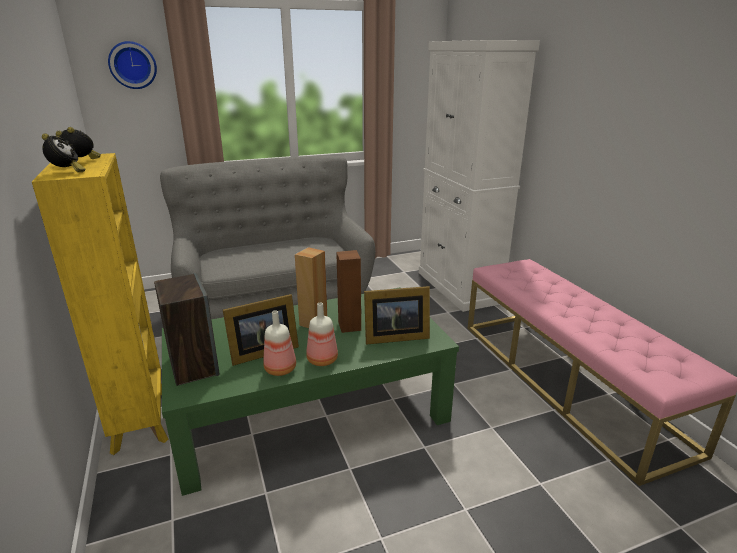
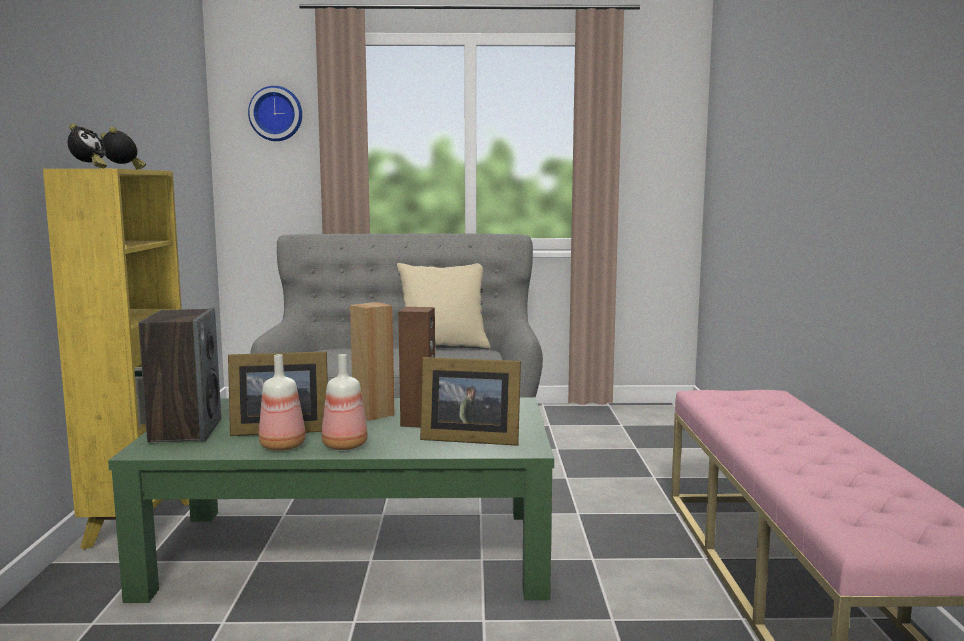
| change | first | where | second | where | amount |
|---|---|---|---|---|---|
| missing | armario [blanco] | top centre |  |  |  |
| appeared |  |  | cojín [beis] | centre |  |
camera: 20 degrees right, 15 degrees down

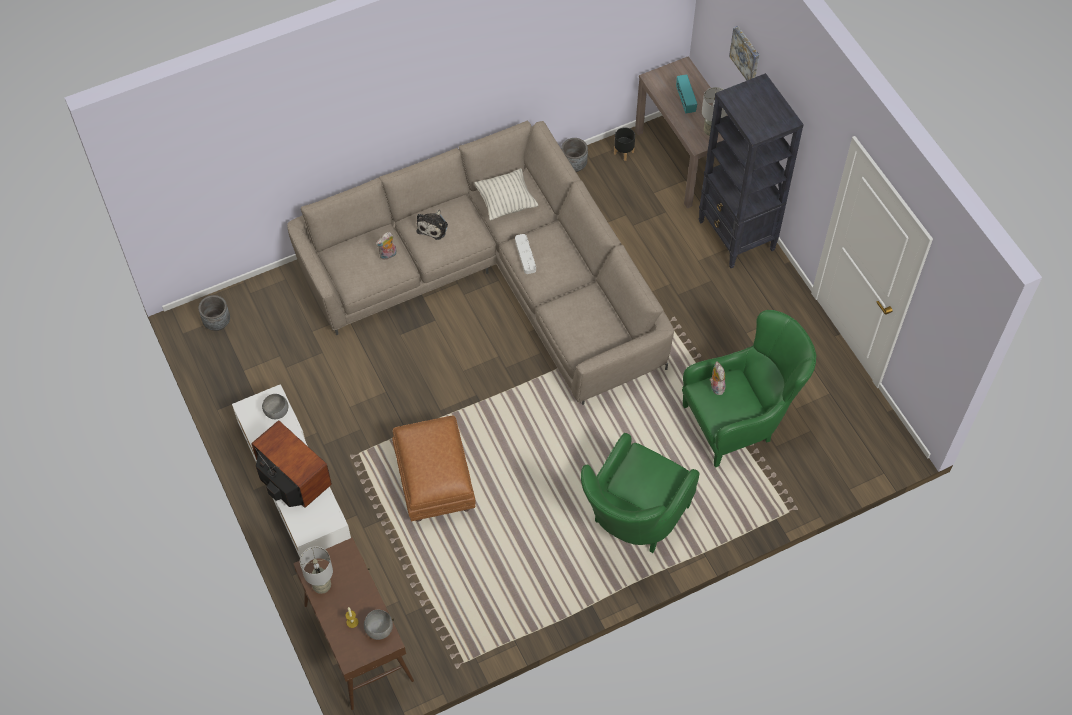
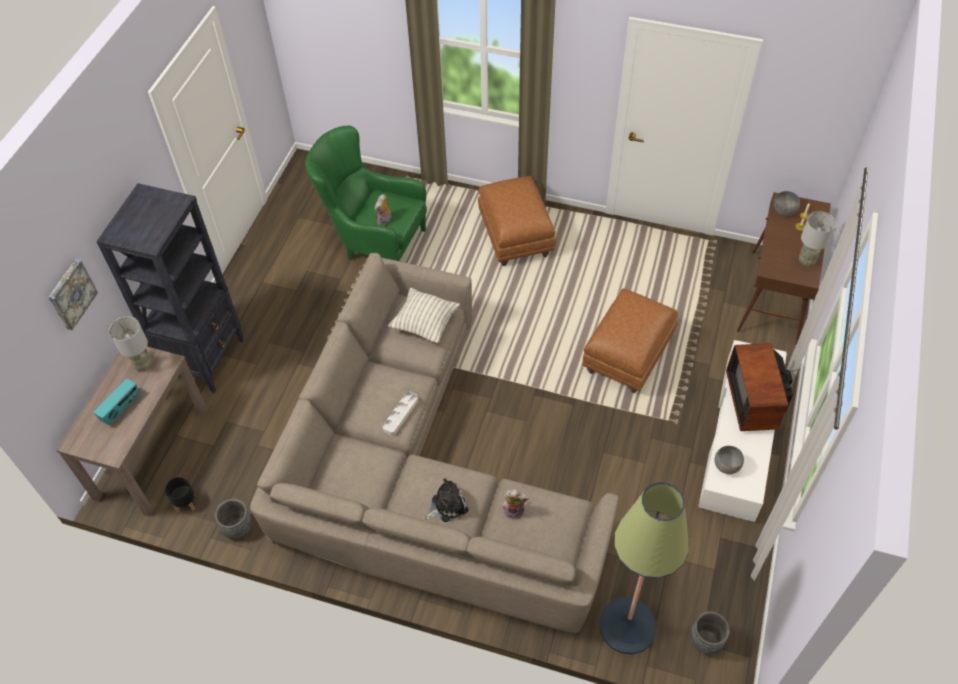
| change | first | where | second | where | amount |
|---|---|---|---|---|---|
| relocated | cojín | top centre |  | centre |  |
| exchanged | sillón [verde] (no. 1 from left) | bottom centre | puf [marrón] (no. 1 from left) | top centre |  |
| appeared |  |  | lámpara de pie | bottom right |  |
camera: 135 degrees left, 5 degrees down

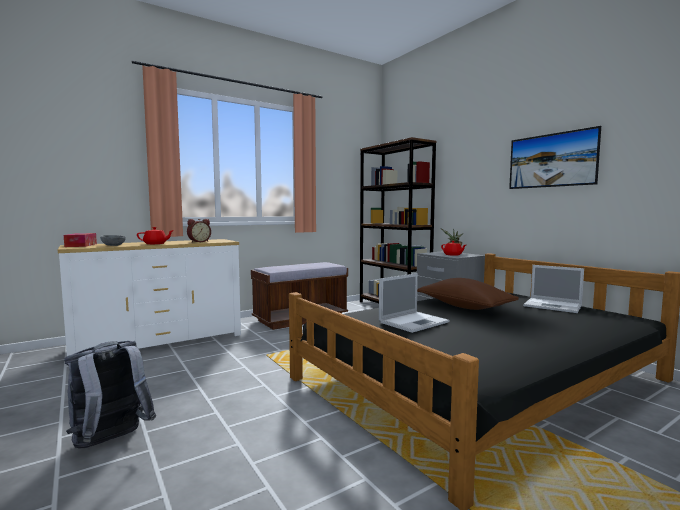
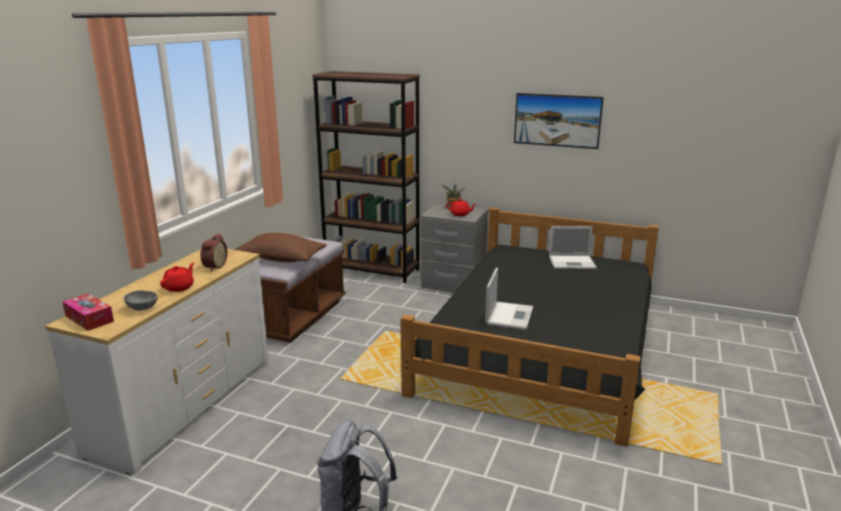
| change | first | where | second | where | amount |
|---|---|---|---|---|---|
| relocated | cojín [marrón] | middle right |  | middle left |  |
camera: 35 degrees left, 15 degrees up

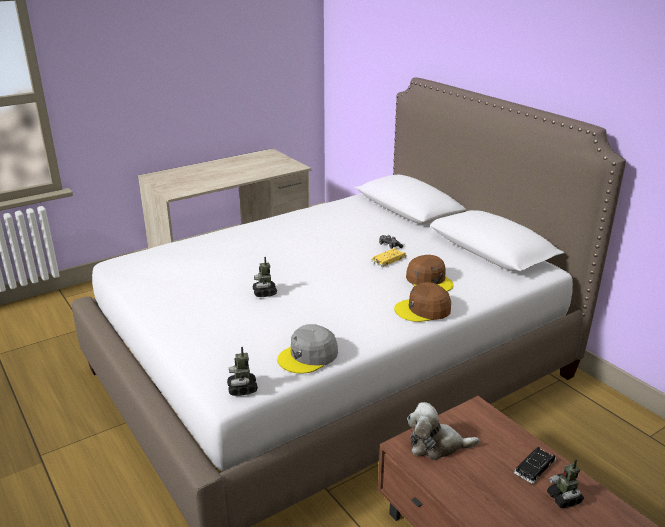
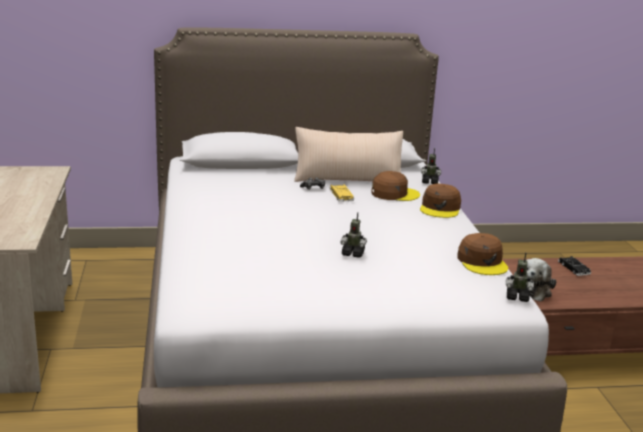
| change | first | where | second | where | amount |
|---|---|---|---|---|---|
| colour | gorra [gris] | centre | gorra [marrón] (no. 3 from left) | middle right |  |
| relocated | robot de juguete (no. 3 from left in the first image) | bottom right | robot de juguete (no. 2 from left) | middle right |  |
| appeared |  |  | cojín [beis] | centre |  |
camera: 65 degrees left, 5 degrees down

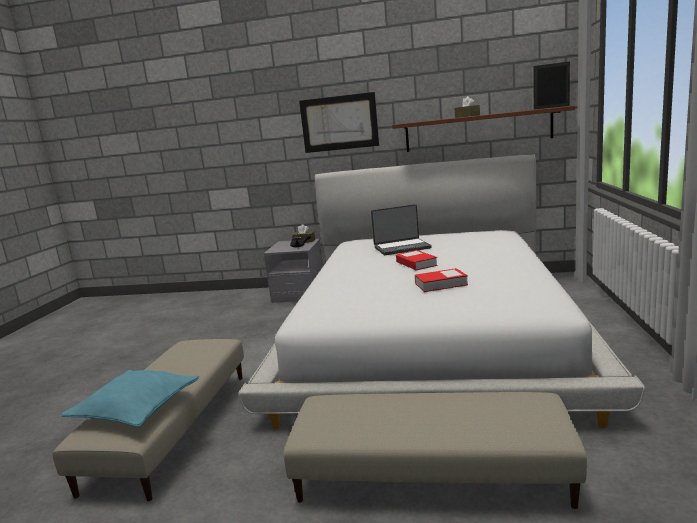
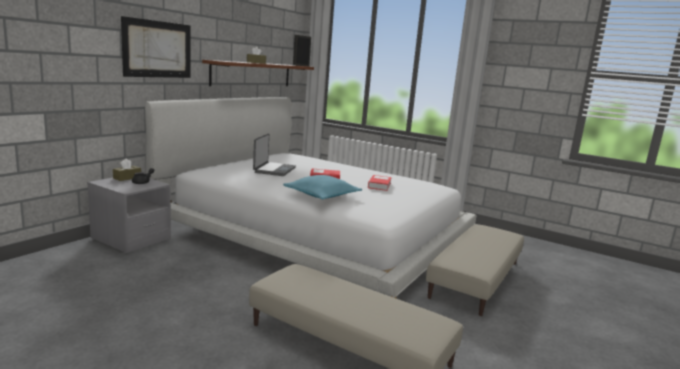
| change | first | where | second | where | amount |
|---|---|---|---|---|---|
| relocated | cojín [turquesa] | bottom left |  | centre |  |
camera: 70 degrees left, 0 degrees up

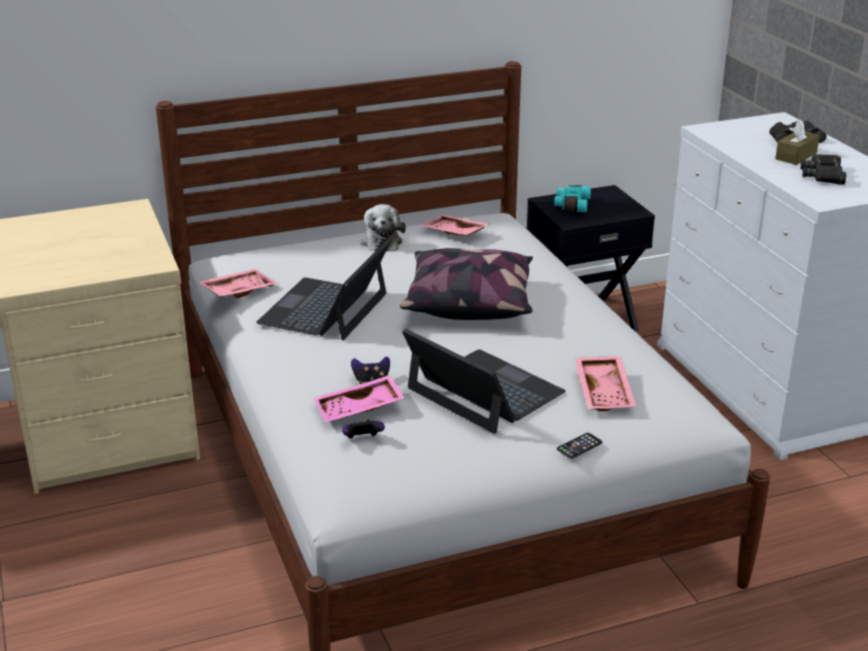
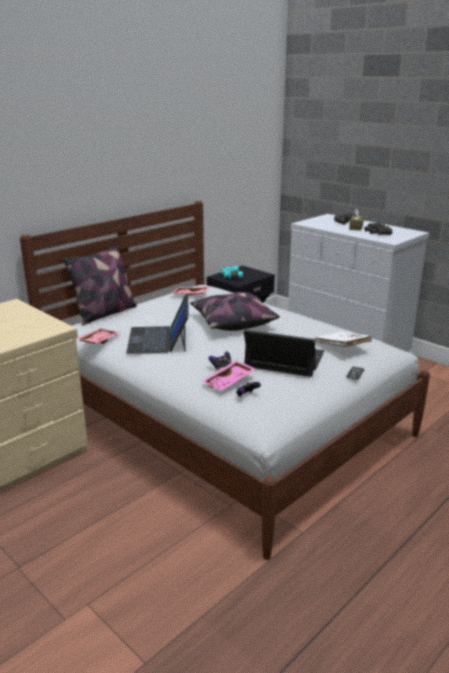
| change | first | where | second | where | amount |
|---|---|---|---|---|---|
| missing | peluche | centre |  |  |  |
| exchanged | bandeja [rosa] (no. 4 from left) | middle right | libro [blanco] | middle right |  |
| appeared |  |  | cojín (no. 1 from left) | middle left |  |
camera: 25 degrees left, 5 degrees down

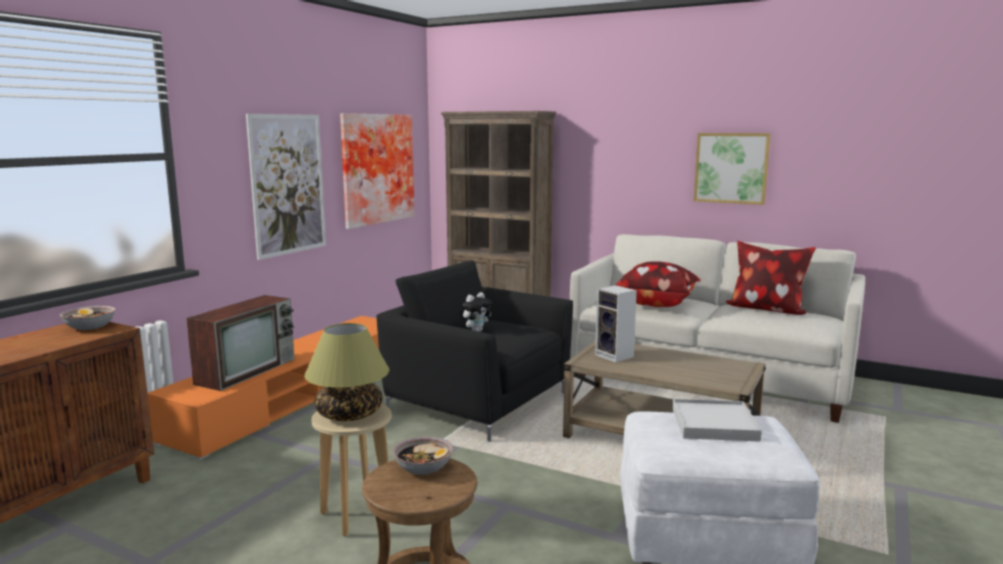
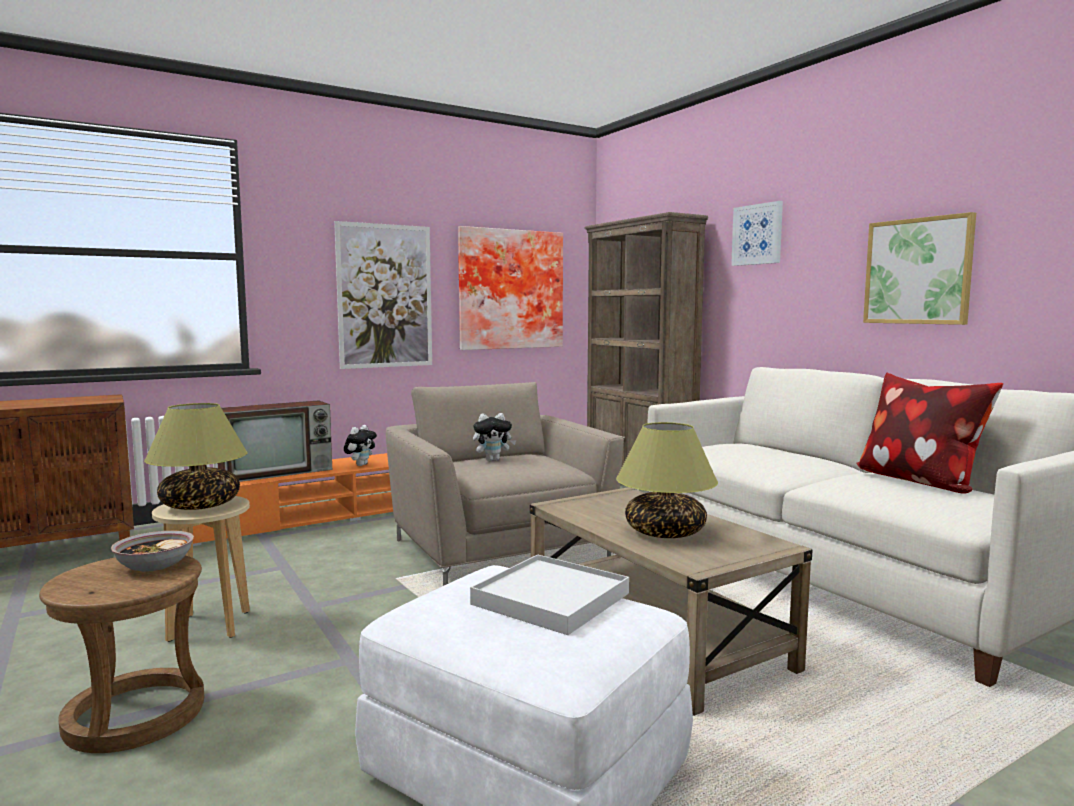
| change | first | where | second | where | amount |
|---|---|---|---|---|---|
| missing | cuenco (no. 1 from left) | middle left |  |  |  |
| colour | sillón [negro] | centre | sillón [beis] | centre |  |
| missing | altavoz | centre |  |  |  |
| missing | cojín (no. 1 from left) | centre |  |  |  |
| appeared |  |  | peluche (no. 1 from left) | centre |  |
| appeared |  |  | lámpara de mesa (no. 2 from left) | centre |  |
| appeared |  |  | cuadro (no. 3 from left) | top right |  |
camera: 30 degrees right, 5 degrees down

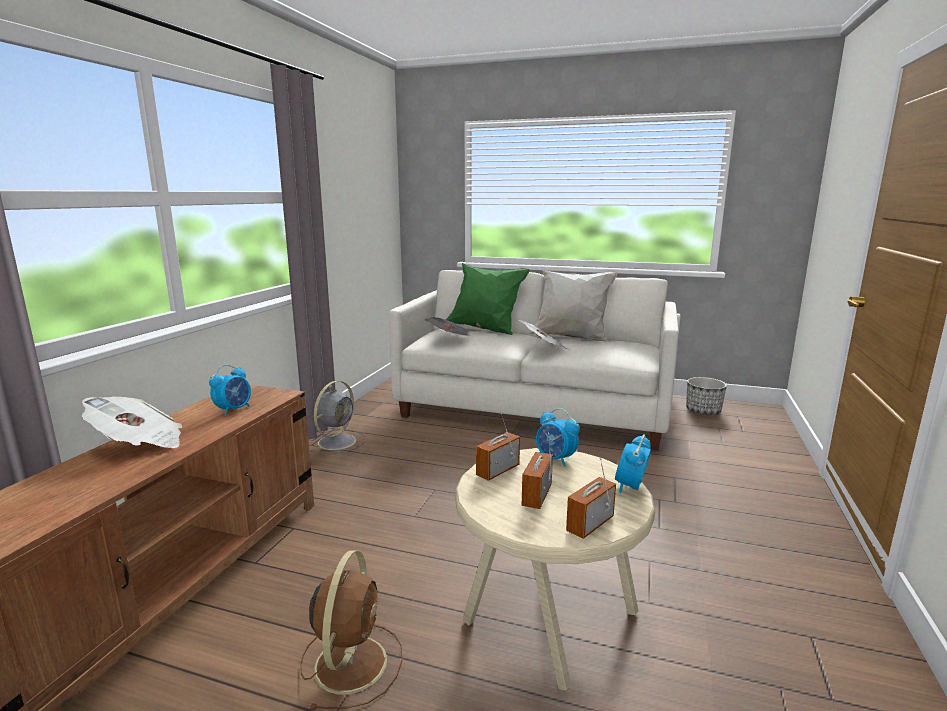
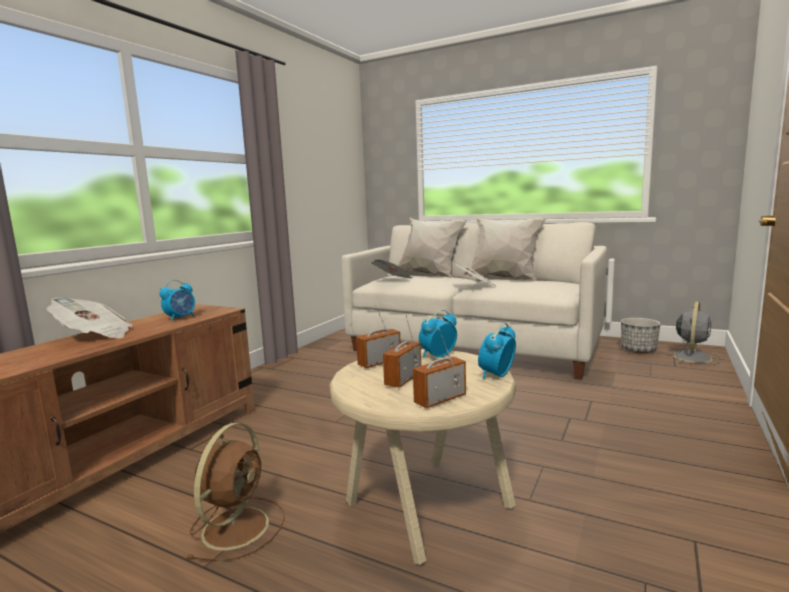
| change | first | where | second | where | amount |
|---|---|---|---|---|---|
| relocated | ventilador [gris] | centre |  | middle right |  |
| colour | cojín [verde] | centre | cojín [blanco] (no. 1 from left) | centre |  |
| spun | despertador (no. 2 from left) | centre |  | centre | 90 degrees clockwise |
camera: 10 degrees right, 5 degrees down

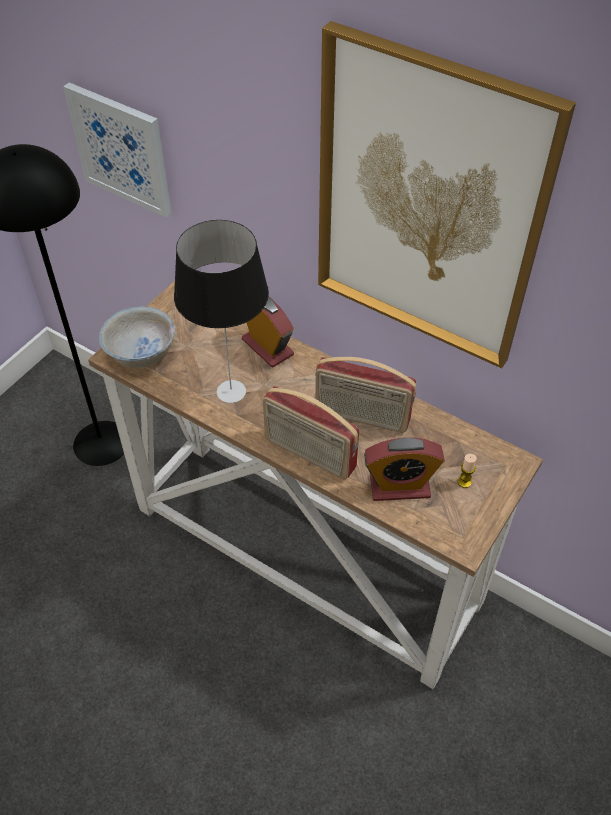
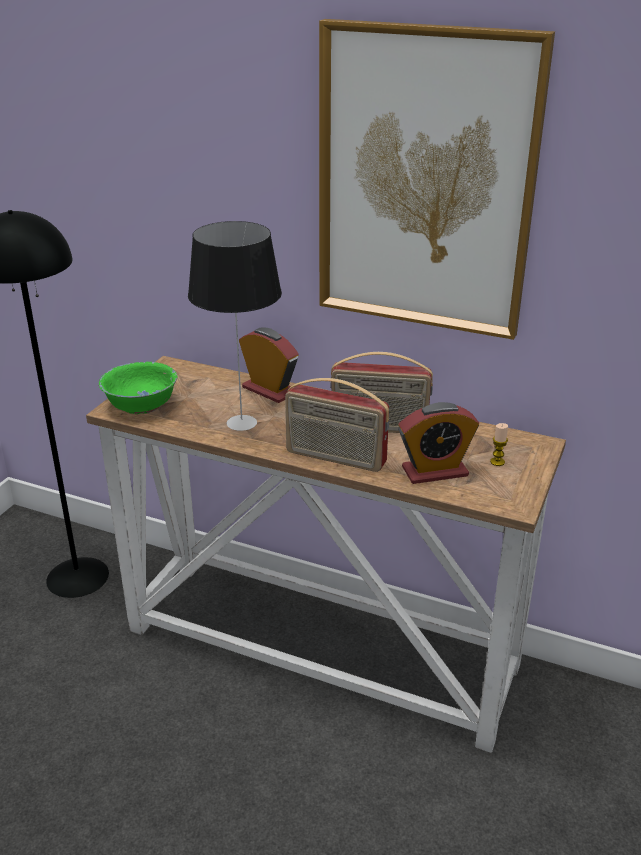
| change | first | where | second | where | amount |
|---|---|---|---|---|---|
| missing | cuadro (no. 1 from left) | top left |  |  |  |
| colour | cuenco [blanco] | middle left | cuenco [verde] | middle left |  |
camera: 10 degrees left, 20 degrees down

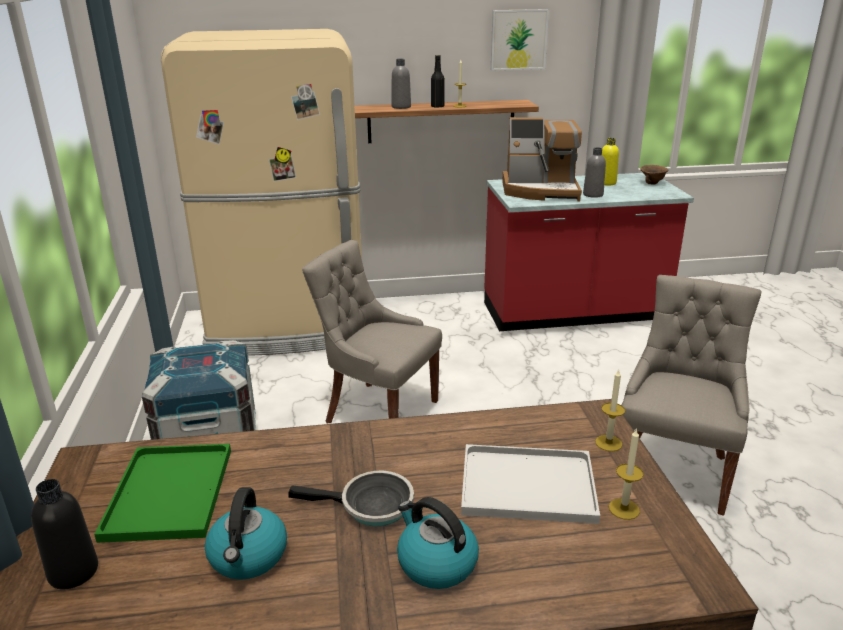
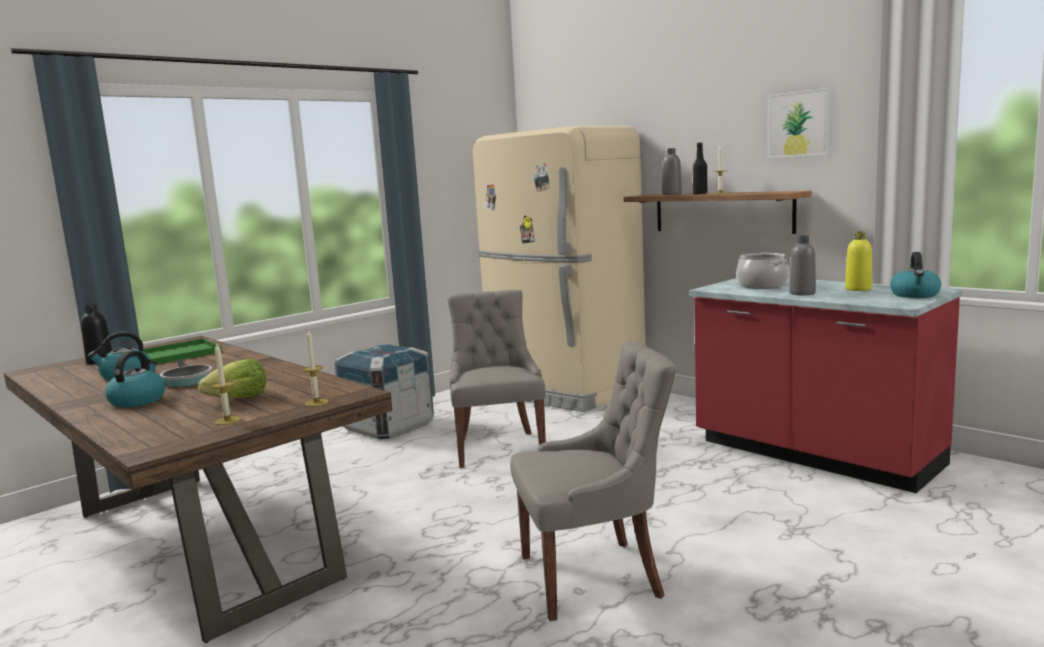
| change | first | where | second | where | amount |
|---|---|---|---|---|---|
| exchanged | bandeja [blanco] | bottom centre | lechuga | middle left |  |
| exchanged | cafetera | top centre | olla | middle right |  |
| exchanged | cuenco [marrón] | top right | hervidor (no. 3 from left) | middle right |  |
camera: 55 degrees right, 15 degrees down

